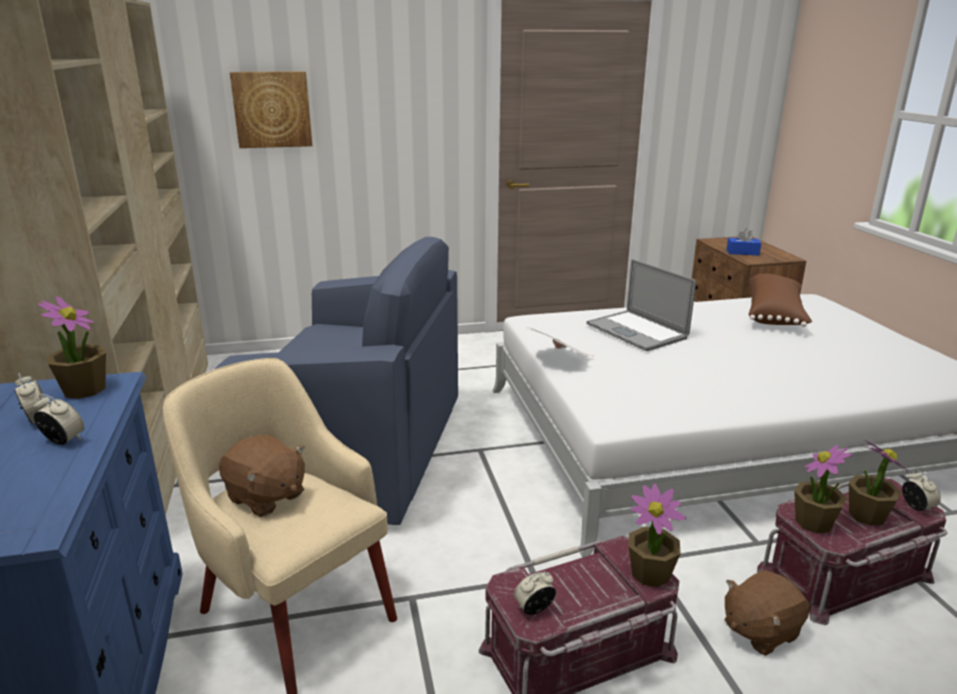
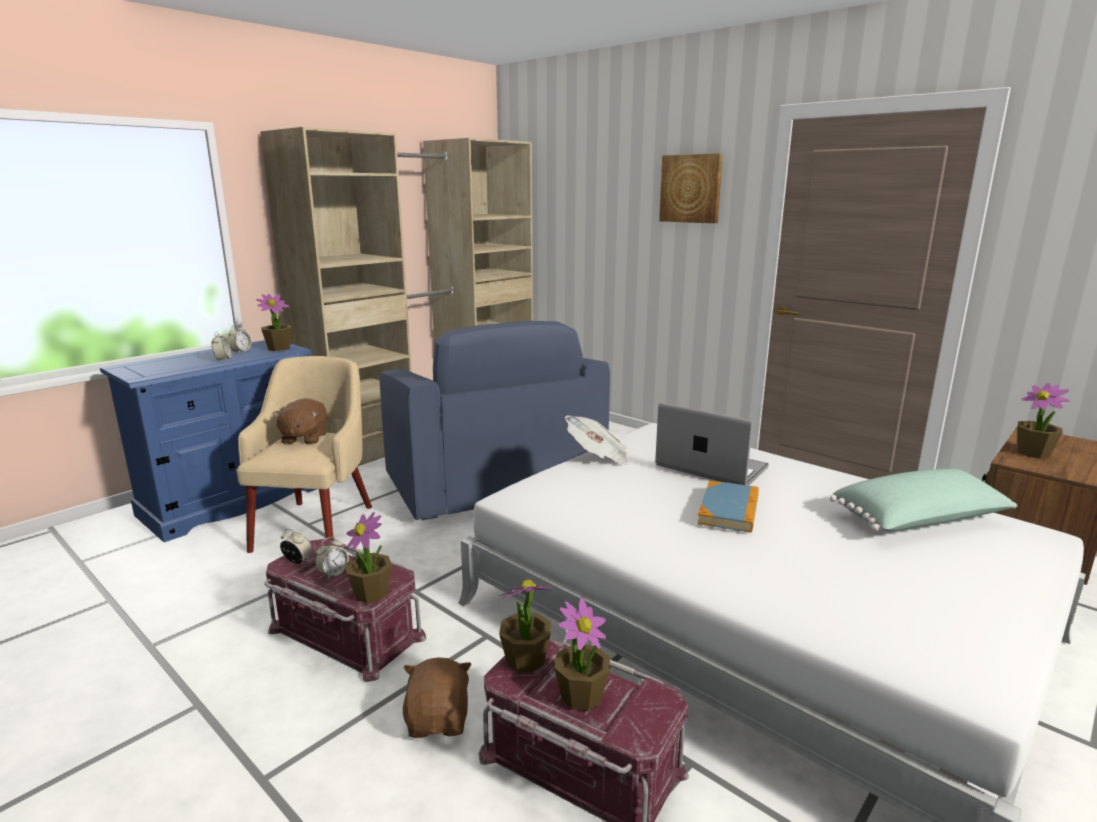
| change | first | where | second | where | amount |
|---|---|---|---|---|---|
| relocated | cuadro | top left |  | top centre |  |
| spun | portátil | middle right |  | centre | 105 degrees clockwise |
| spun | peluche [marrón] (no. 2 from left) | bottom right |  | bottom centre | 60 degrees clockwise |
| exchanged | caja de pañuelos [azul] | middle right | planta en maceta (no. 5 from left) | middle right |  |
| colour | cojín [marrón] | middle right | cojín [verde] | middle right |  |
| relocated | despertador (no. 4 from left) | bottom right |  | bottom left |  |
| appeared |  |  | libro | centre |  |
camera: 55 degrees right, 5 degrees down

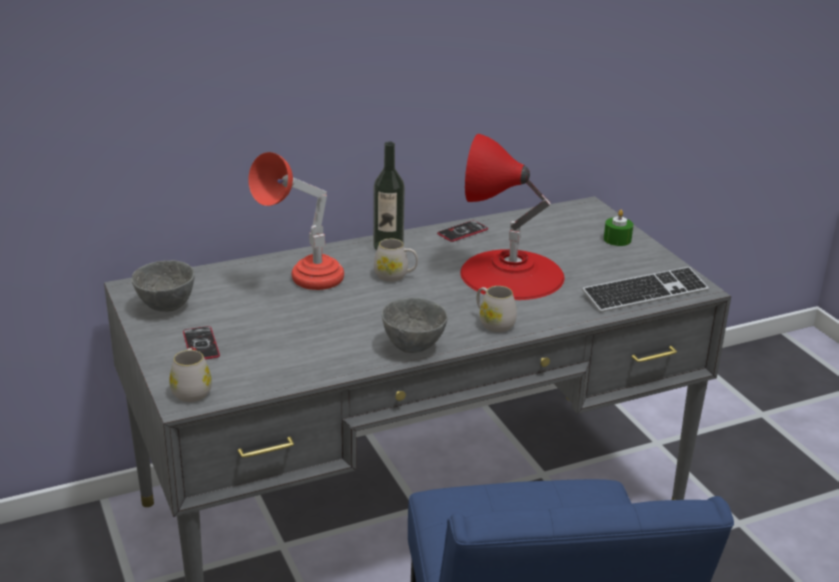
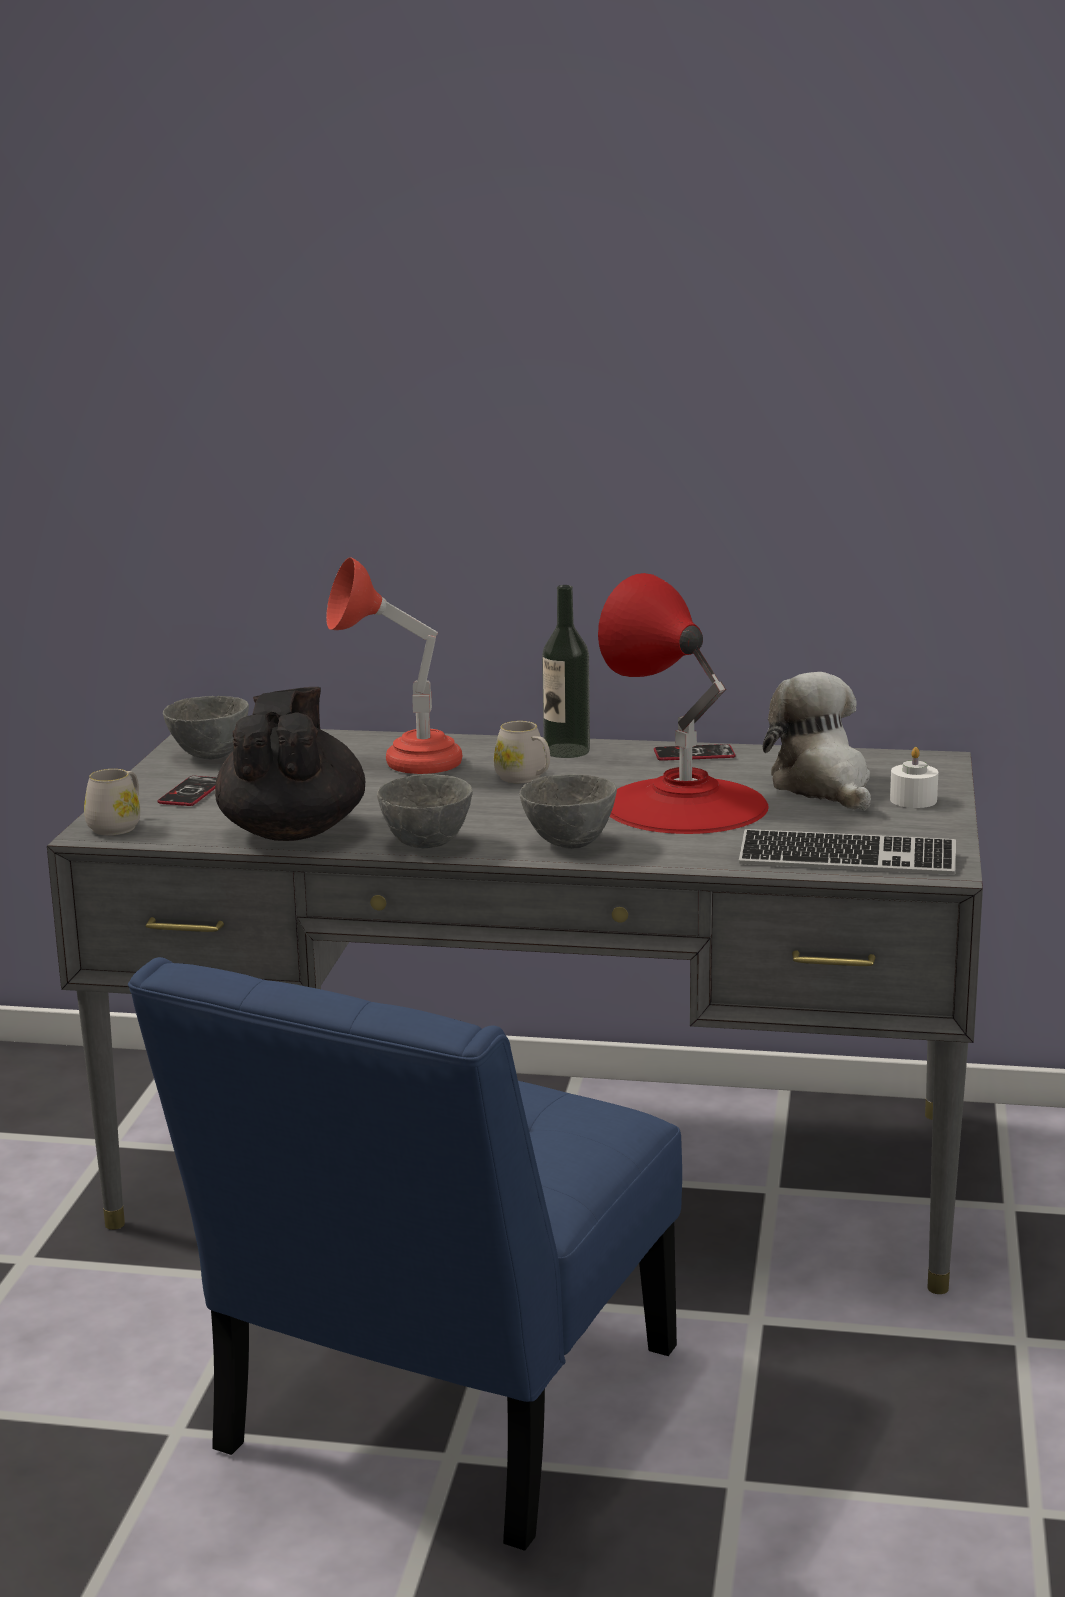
| change | first | where | second | where | amount |
|---|---|---|---|---|---|
| exchanged | taza grande [blanco] (no. 3 from left) | centre | cuenco [gris] (no. 3 from left) | centre |  |
| colour | vela [verde] | middle right | vela [blanco] | middle right |  |
| appeared |  |  | tetera [negro] | middle left |  |
| appeared |  |  | peluche | middle right |  |
camera: 35 degrees right, 10 degrees down

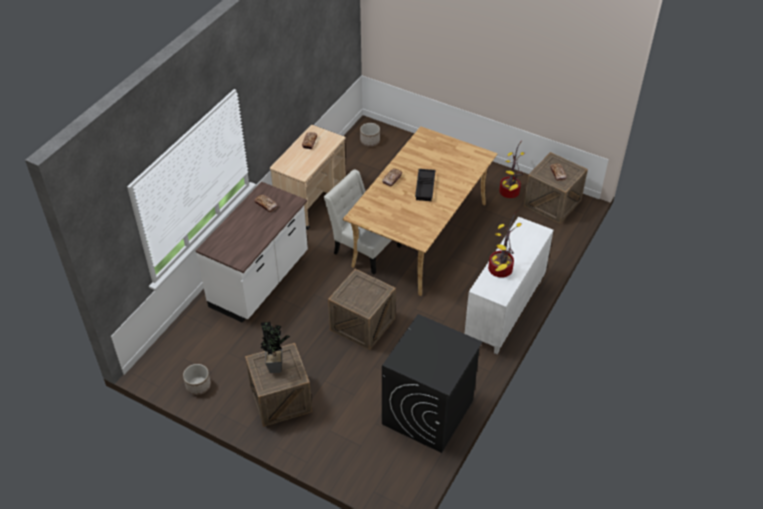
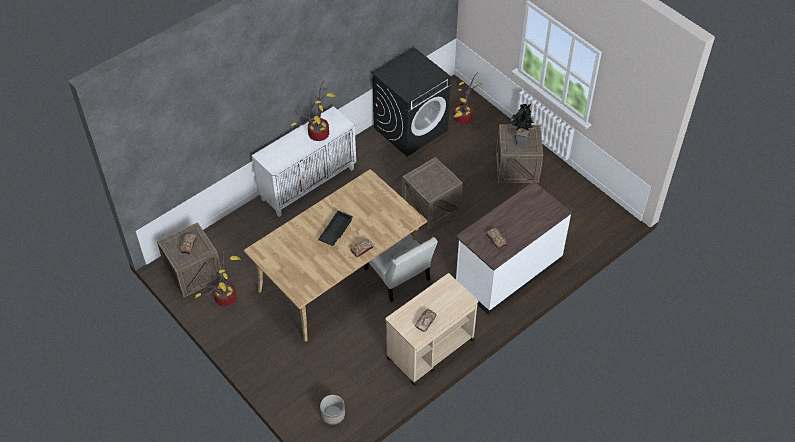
| change | first | where | second | where | amount |
|---|---|---|---|---|---|
| missing | maceta (no. 1 from left) | bottom left |  |  |  |
| appeared |  |  | planta en maceta (no. 3 from left) | top centre |  |
camera: 160 degrees left, 5 degrees up

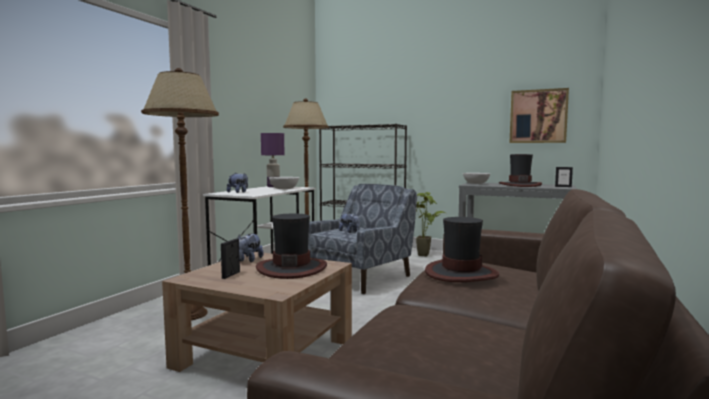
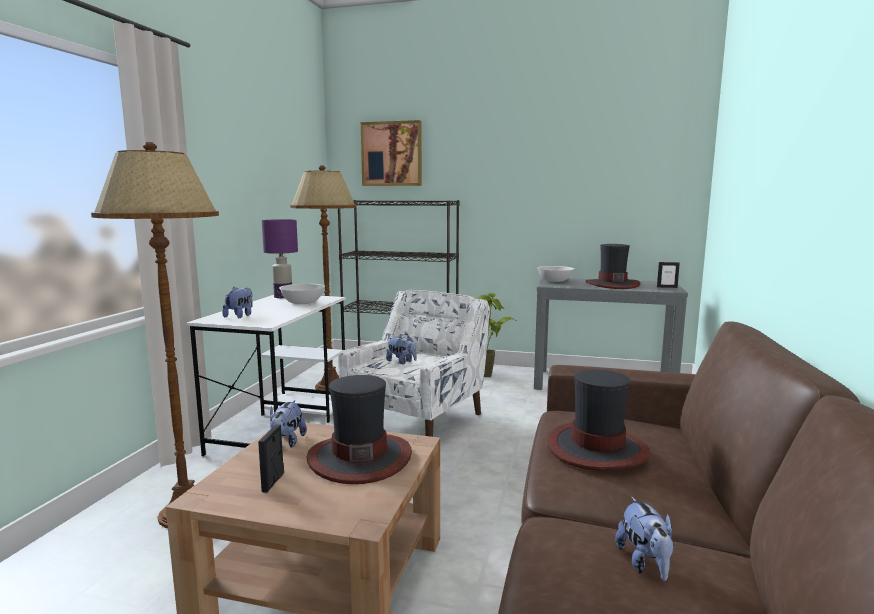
| change | first | where | second | where | amount |
|---|---|---|---|---|---|
| colour | sillón [azul] | centre | sillón [blanco] | centre |  |
| relocated | cuadro | top right |  | top centre |  |
| appeared |  |  | peluche (no. 4 from left) | bottom right |  |
camera: 10 degrees left, 5 degrees up

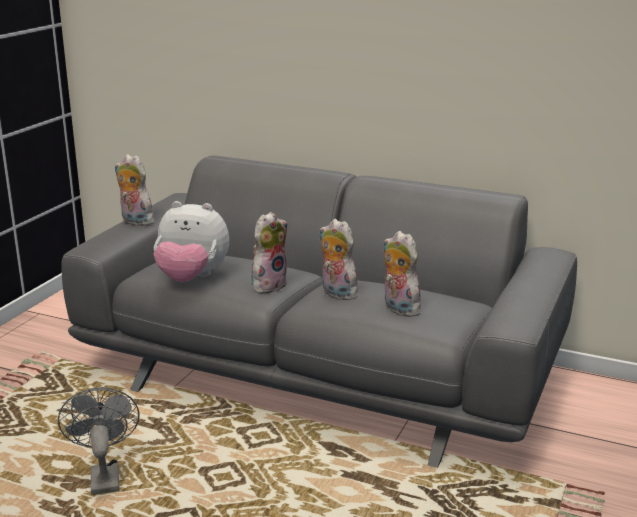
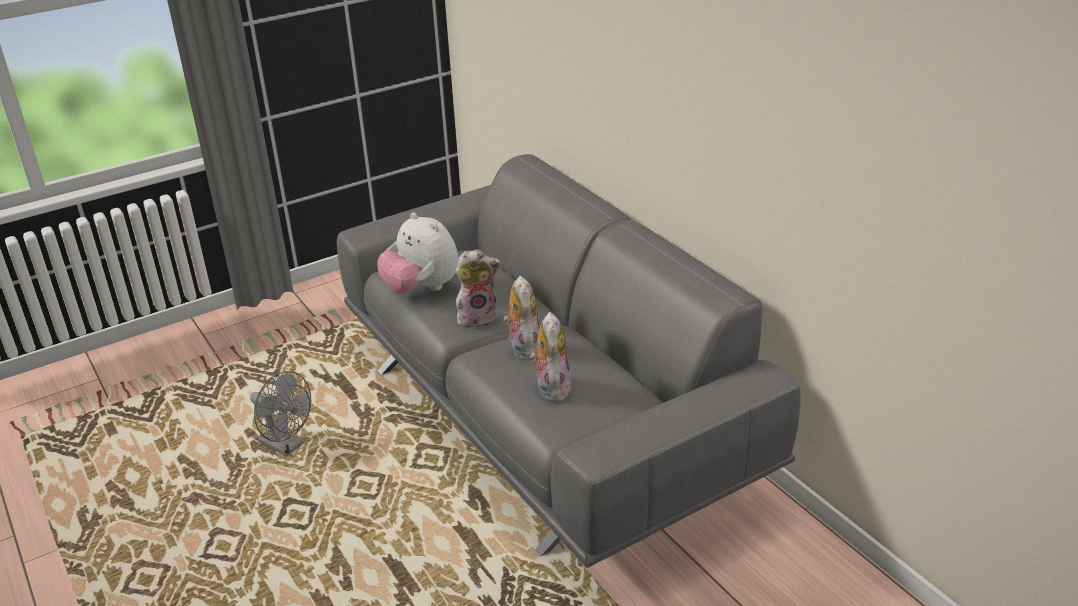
| change | first | where | second | where | amount |
|---|---|---|---|---|---|
| spun | ventilador [gris] | bottom left |  | bottom left | 105 degrees clockwise |
| missing | peluche (no. 1 from left) | middle left |  |  |  |
camera: 35 degrees right, 10 degrees up

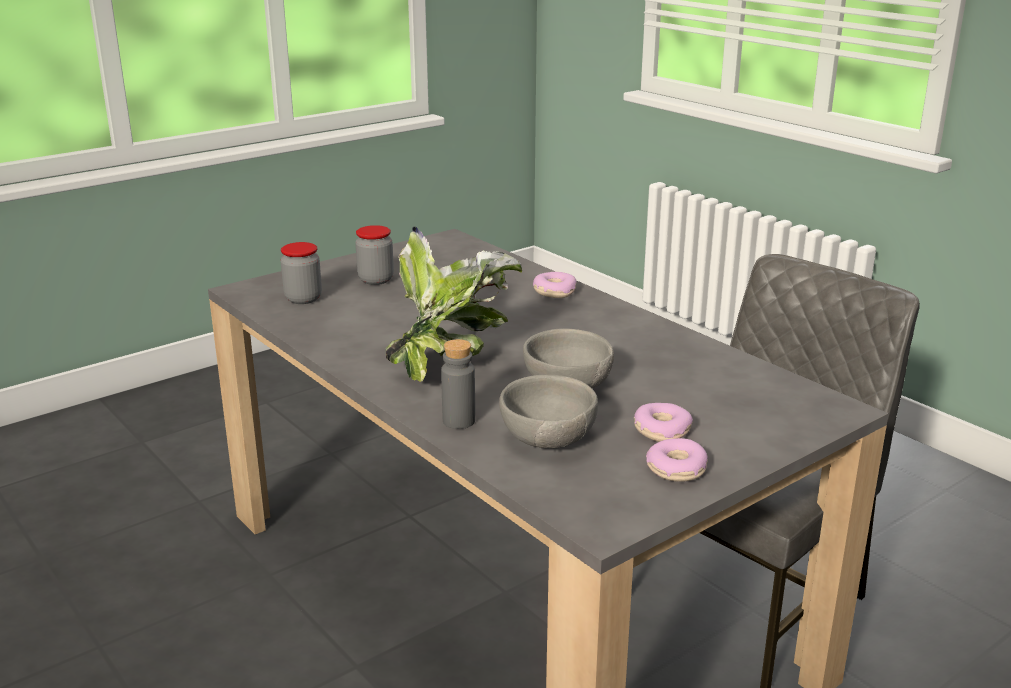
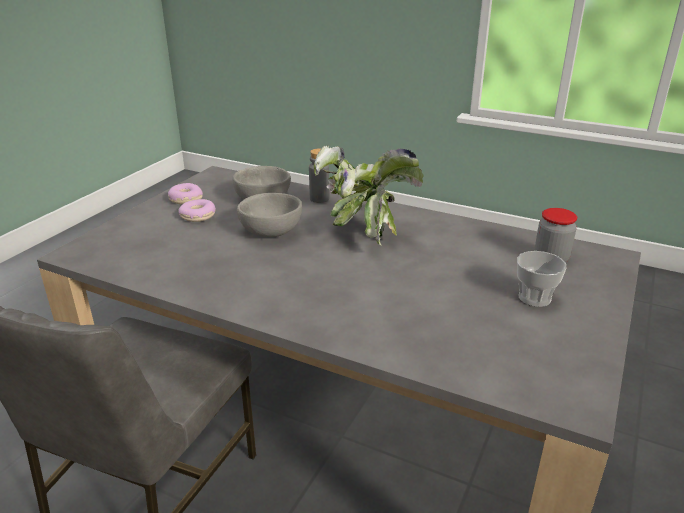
| change | first | where | second | where | amount |
|---|---|---|---|---|---|
| exchanged | tarro (no. 2 from left) | centre | taza | middle right |  |
| missing | rosquilla (no. 1 from left) | centre |  |  |  |
camera: 155 degrees right, 5 degrees up

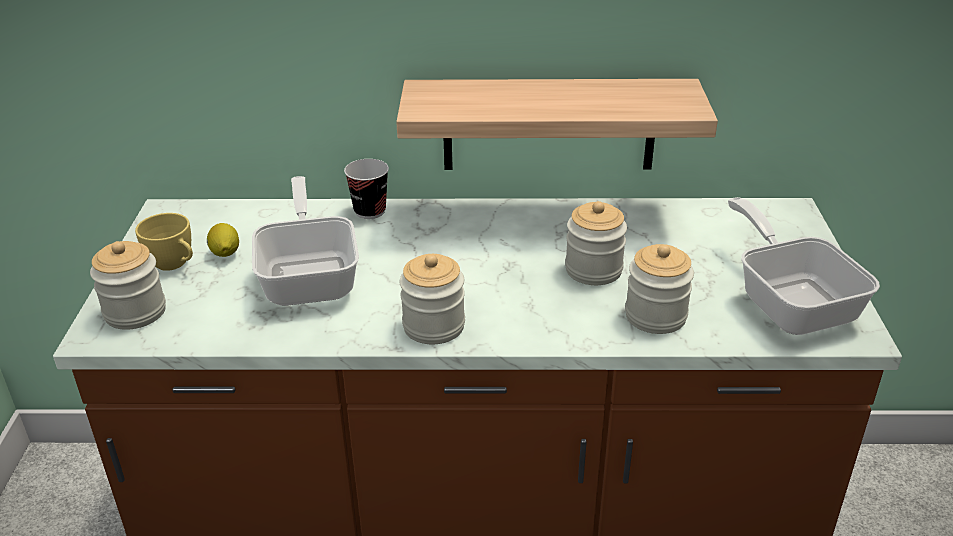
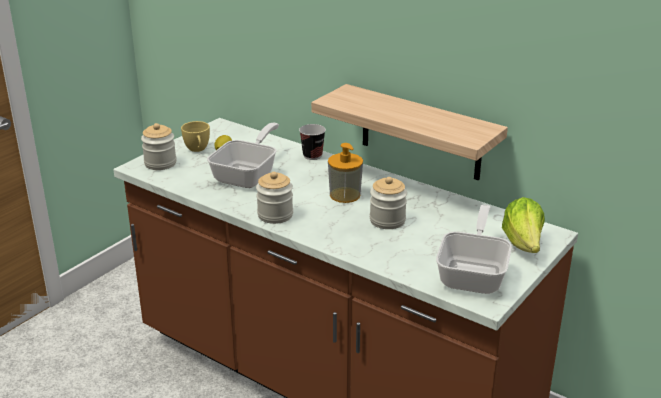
| change | first | where | second | where | amount |
|---|---|---|---|---|---|
| missing | tarro (no. 4 from left) | middle right |  |  |  |
| appeared |  |  | dispensador de jabón | centre |  |
| appeared |  |  | lechuga | middle right |  |
camera: 35 degrees right, 5 degrees down

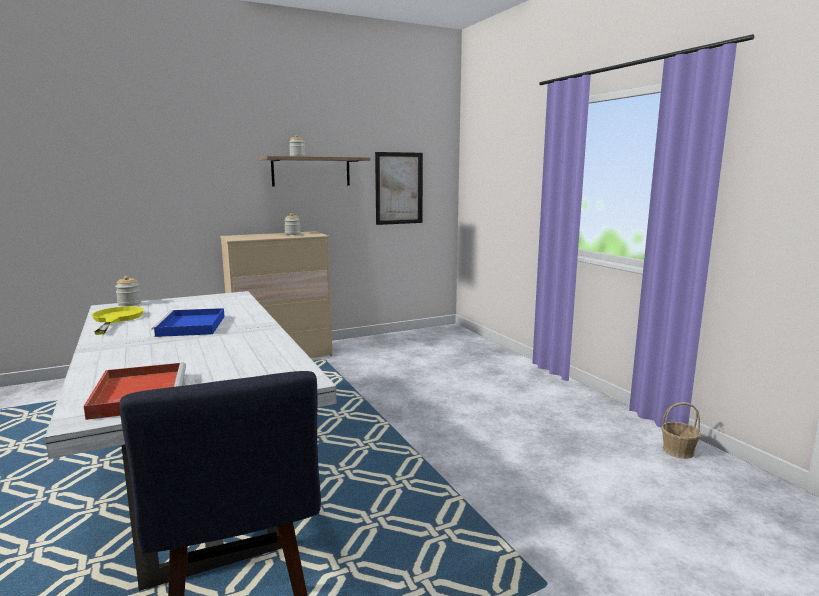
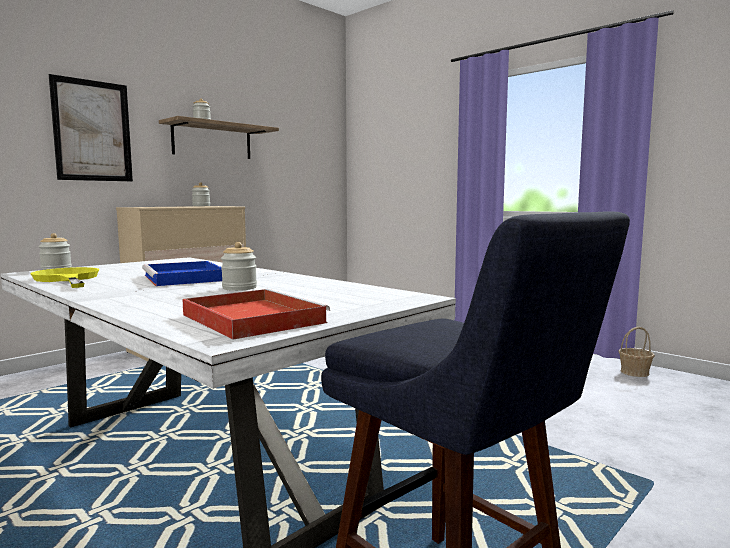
| change | first | where | second | where | amount |
|---|---|---|---|---|---|
| relocated | cuadro | top centre |  | top left |  |
| appeared |  |  | tarro (no. 4 from left) | middle left |  |
camera: 20 degrees left, 5 degrees down

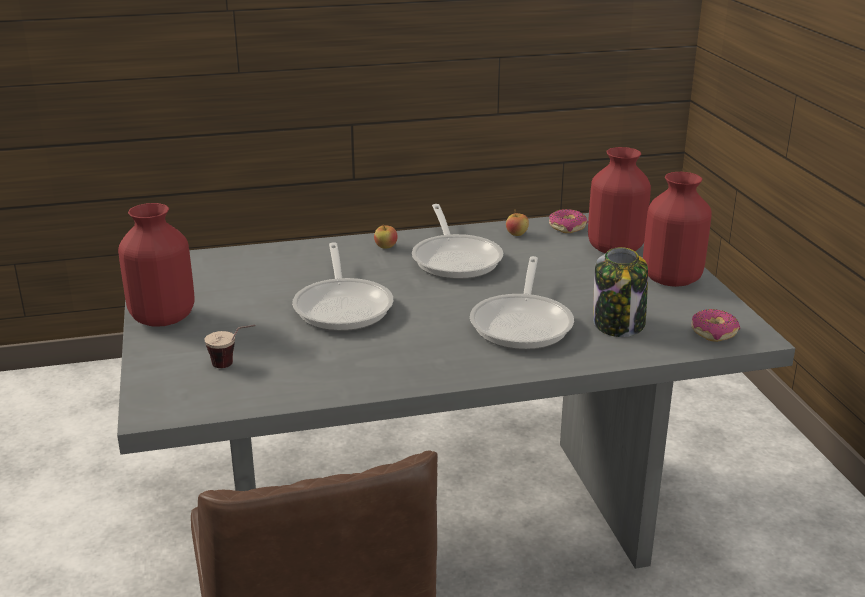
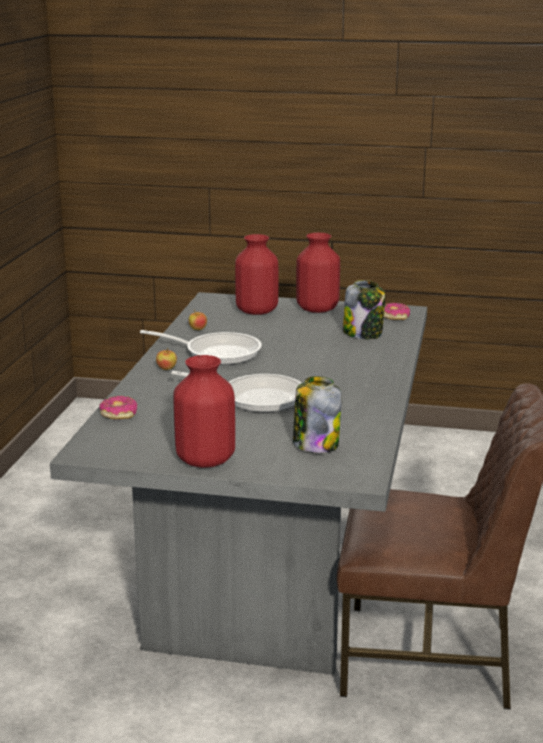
| change | first | where | second | where | amount |
|---|---|---|---|---|---|
| exchanged | taza | middle left | tarro (no. 1 from left) | centre |  |
| missing | sartén (no. 3 from left) | centre |  |  |  |
| relocated | rosquilla (no. 1 from left) | centre |  | middle left |  |
camera: 65 degrees left, 5 degrees down

